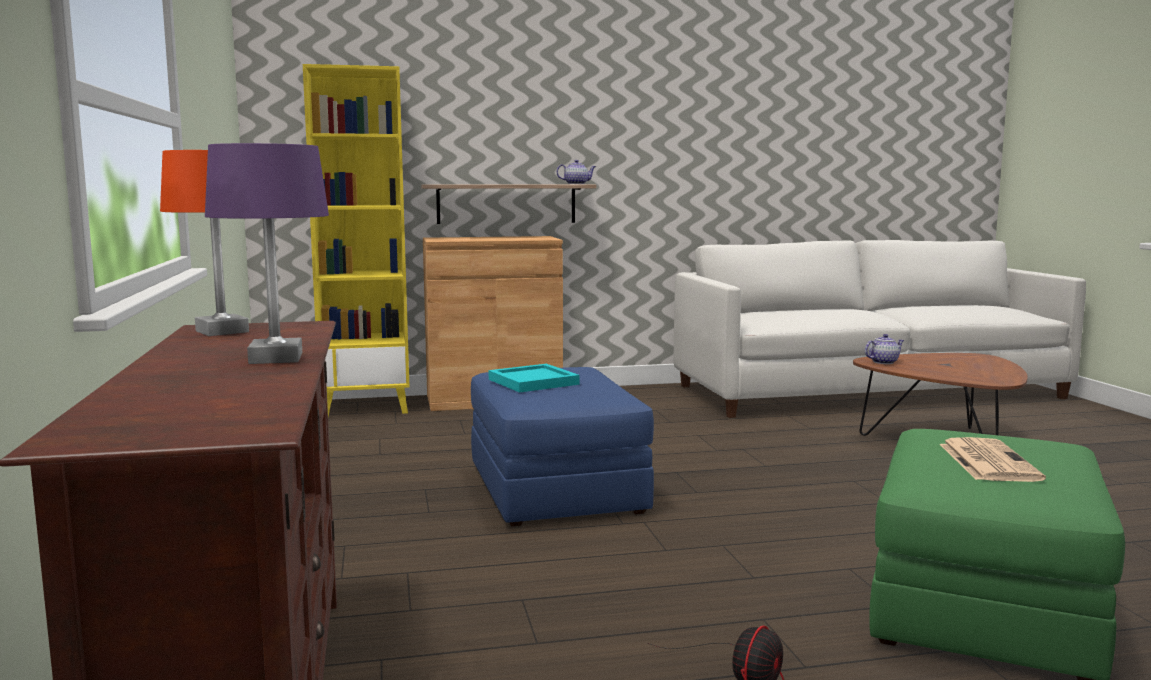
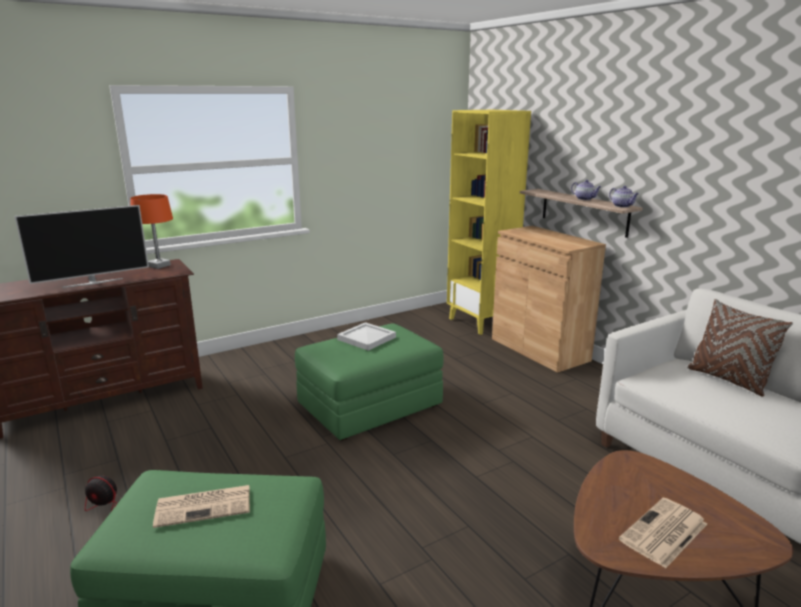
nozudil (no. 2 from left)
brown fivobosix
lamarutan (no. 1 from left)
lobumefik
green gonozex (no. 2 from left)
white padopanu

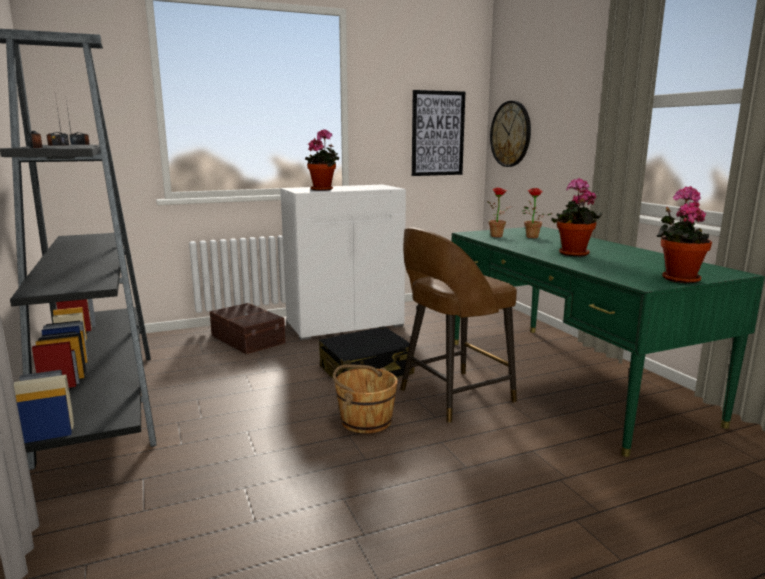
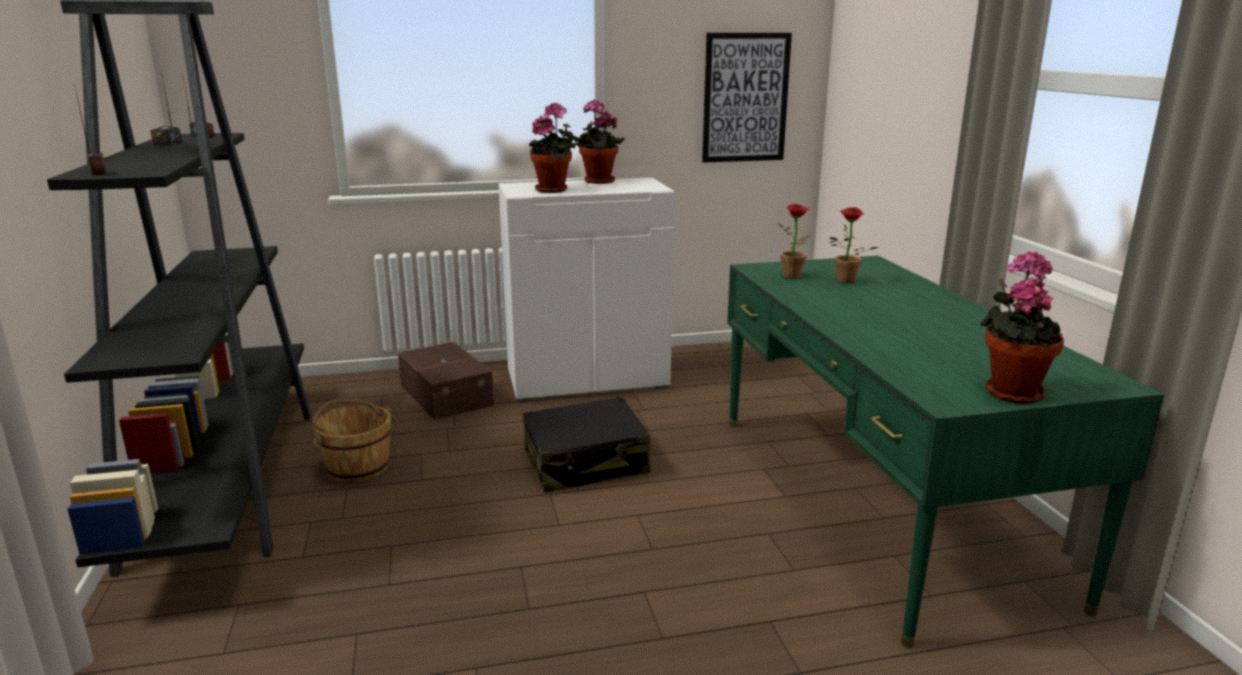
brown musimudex
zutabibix
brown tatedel
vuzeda (no. 2 from left)

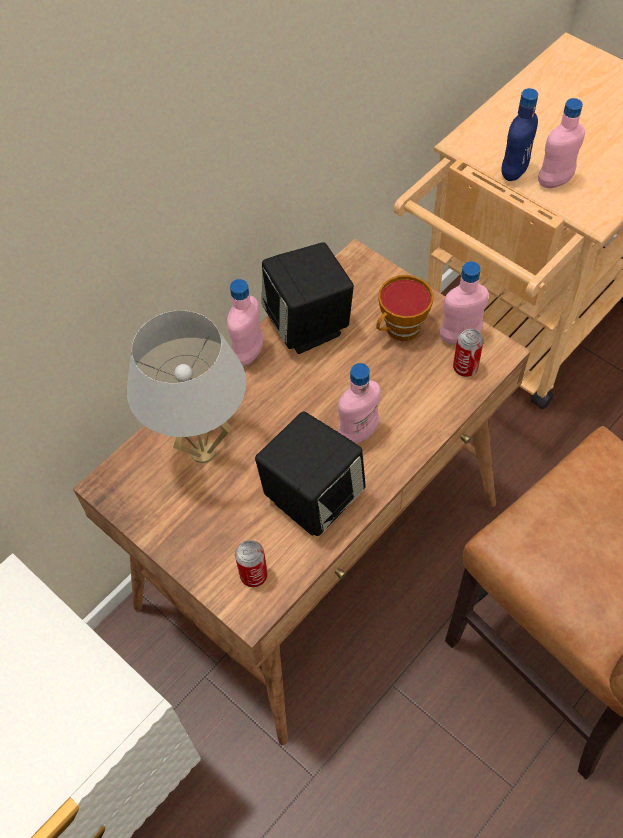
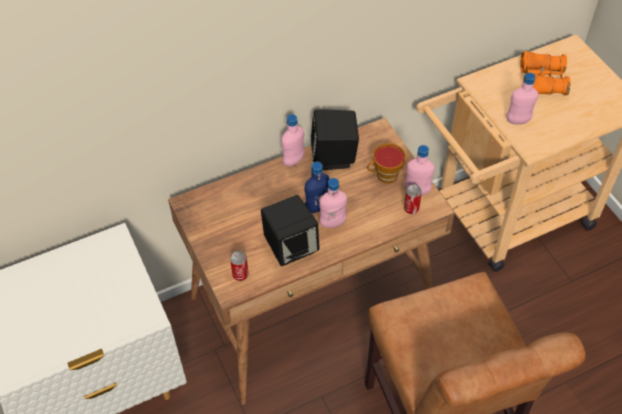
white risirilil
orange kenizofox
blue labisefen

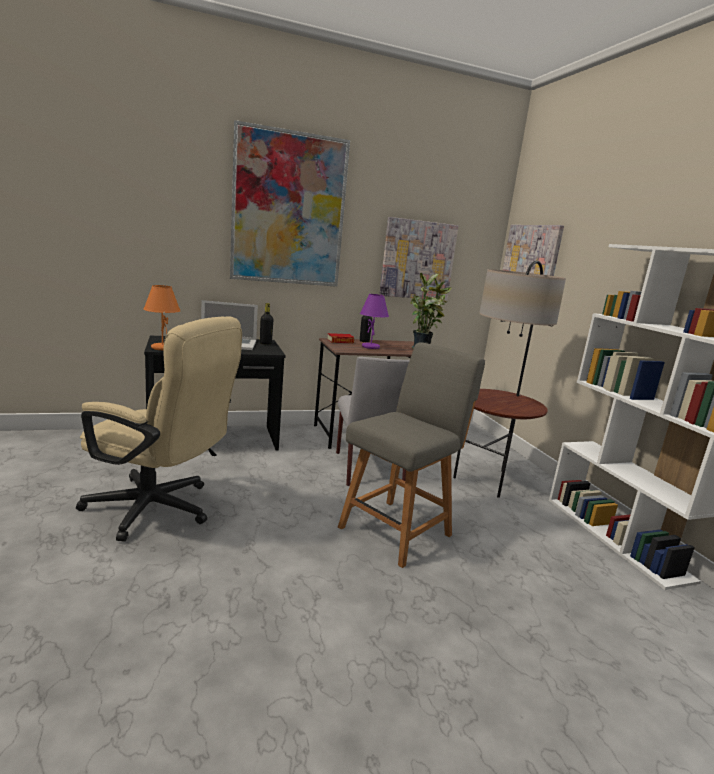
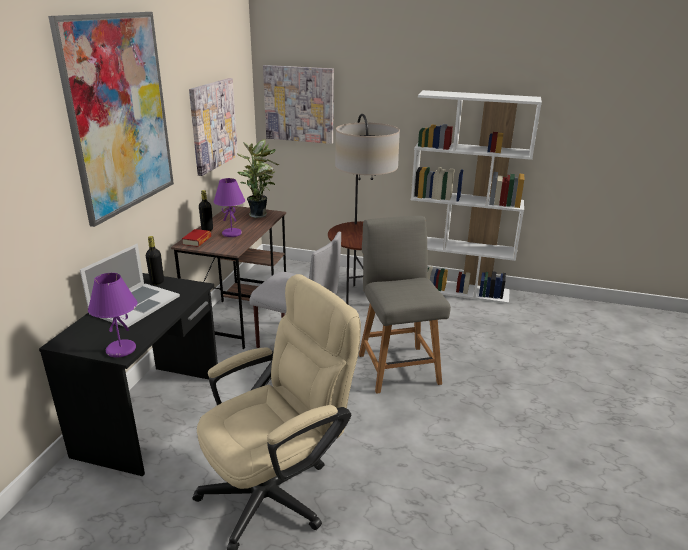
purple risirilil (no. 1 from left)

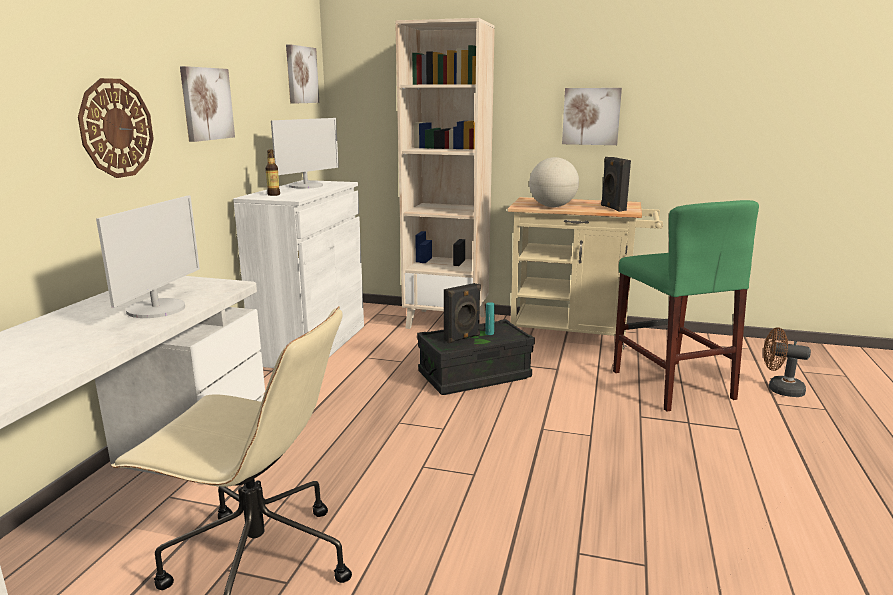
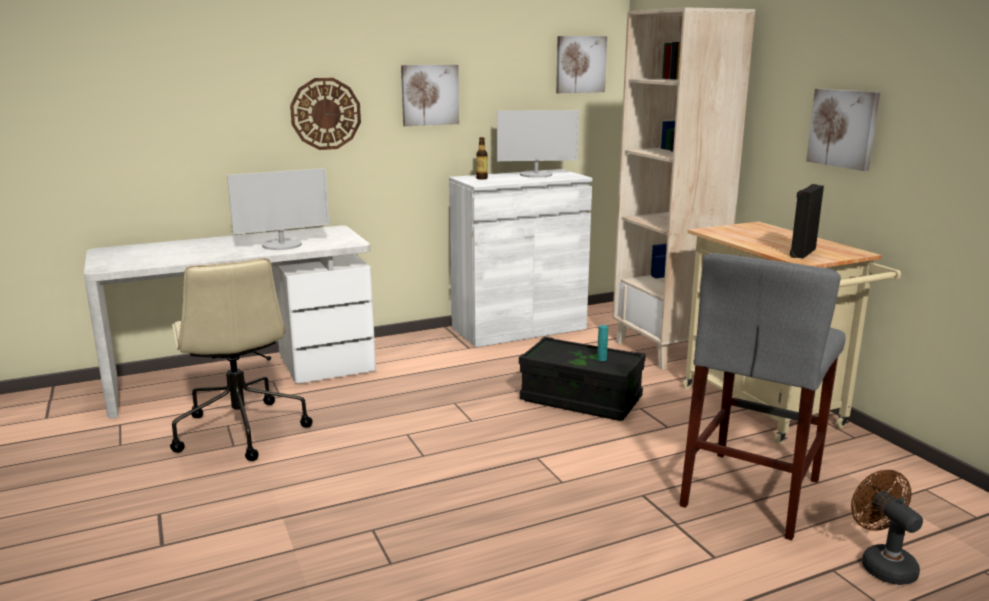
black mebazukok (no. 1 from left in the first image)
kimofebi
grey musimudex

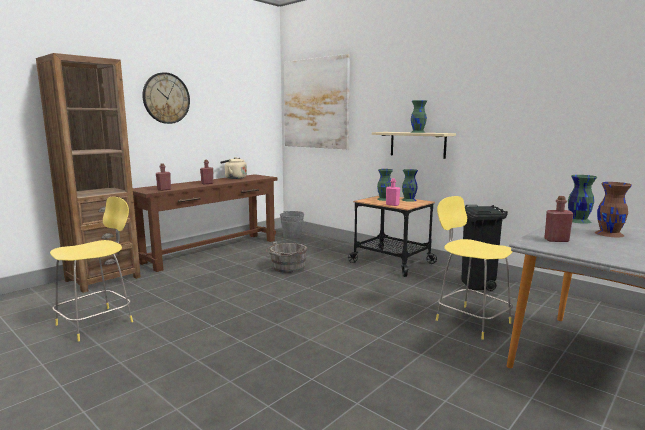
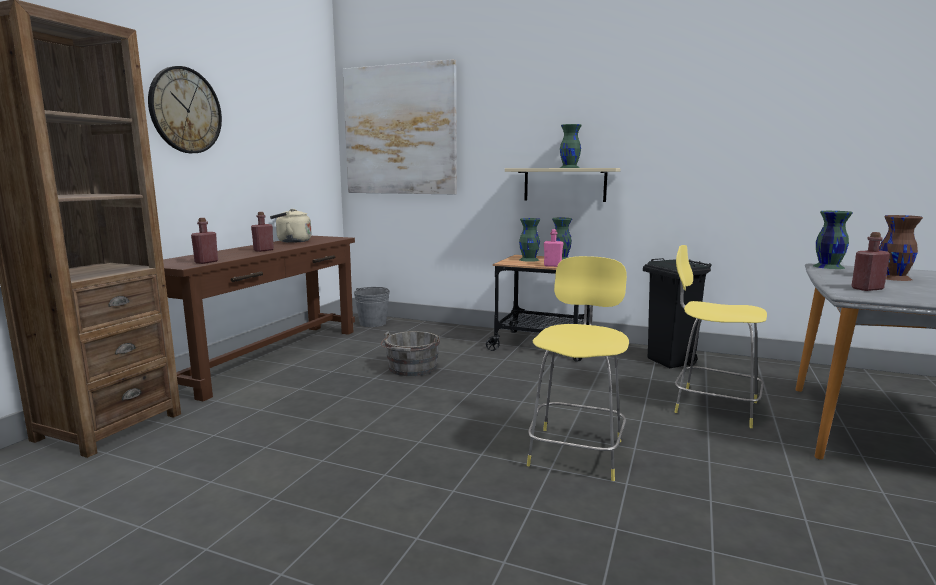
yellow musimudex (no. 1 from left)

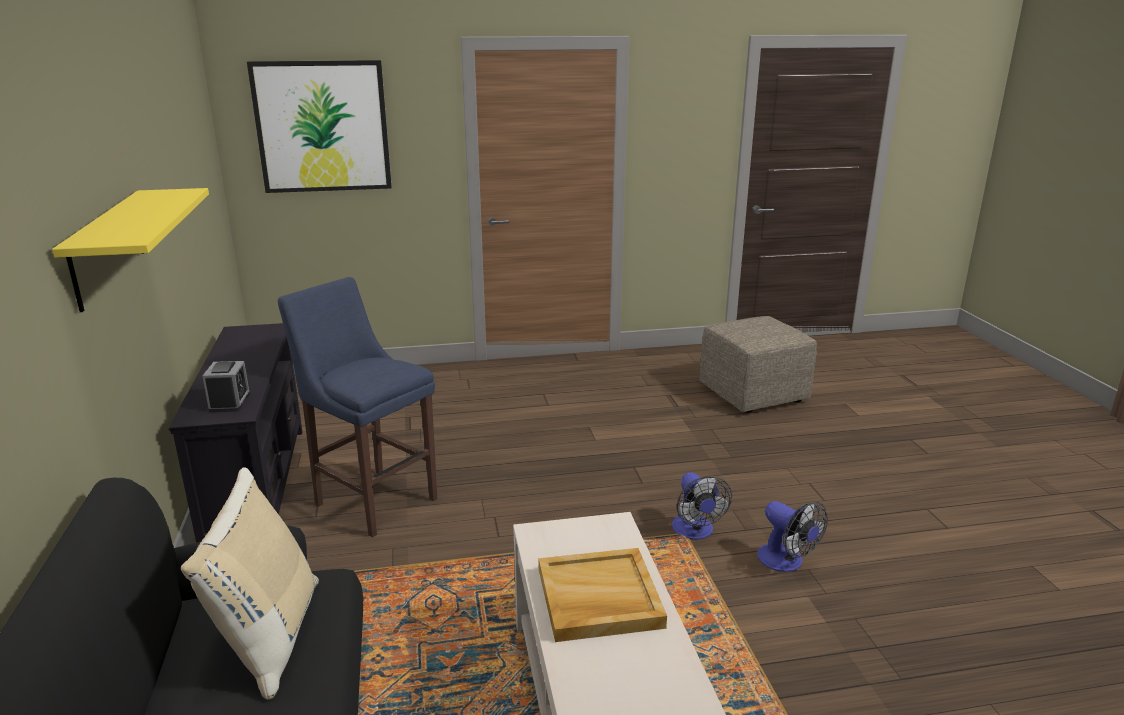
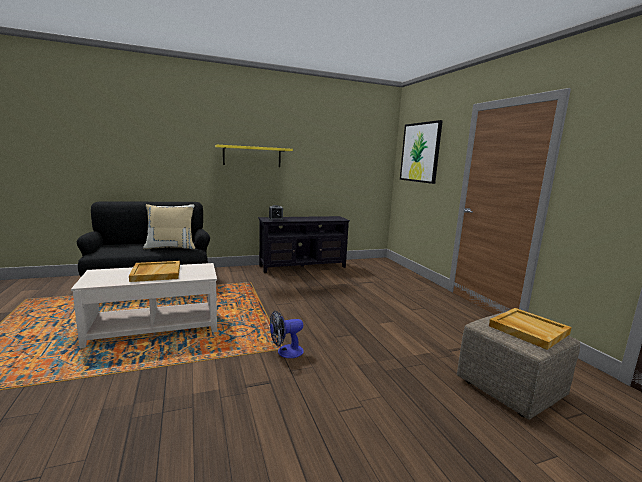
blue musimudex
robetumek (no. 2 from left in the first image)
beige padopanu (no. 2 from left)

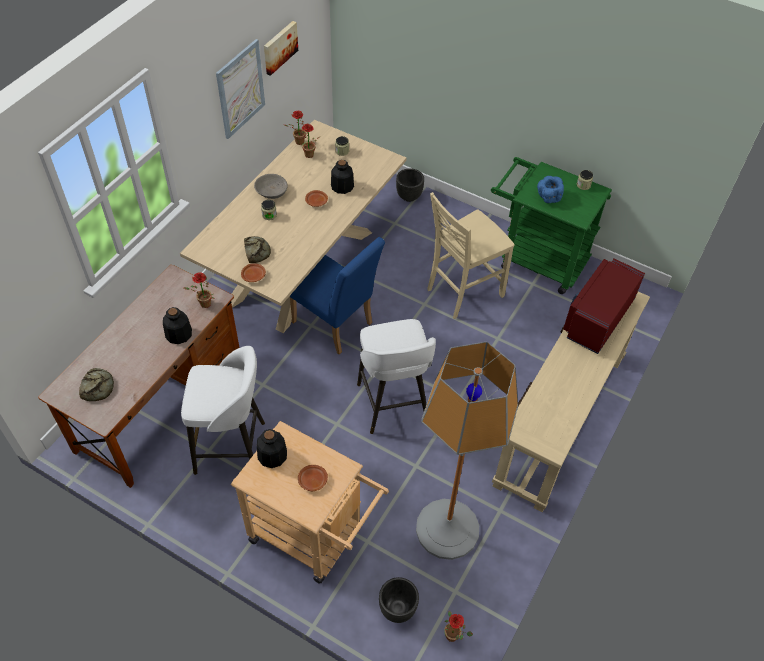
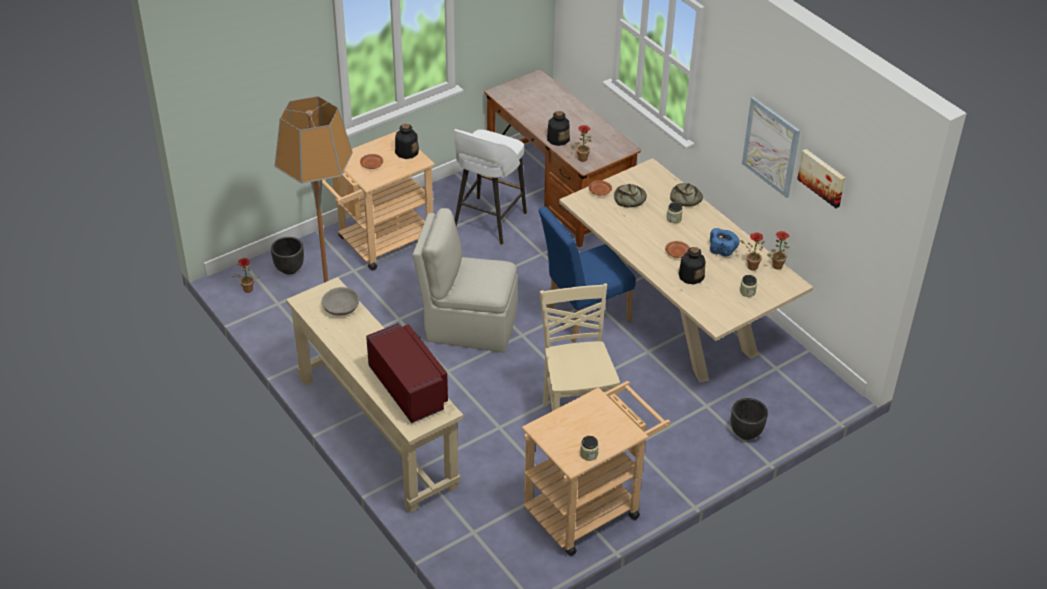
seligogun (no. 2 from left)
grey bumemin
blue bumemin
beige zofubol (no. 1 from left)
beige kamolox (no. 2 from left)

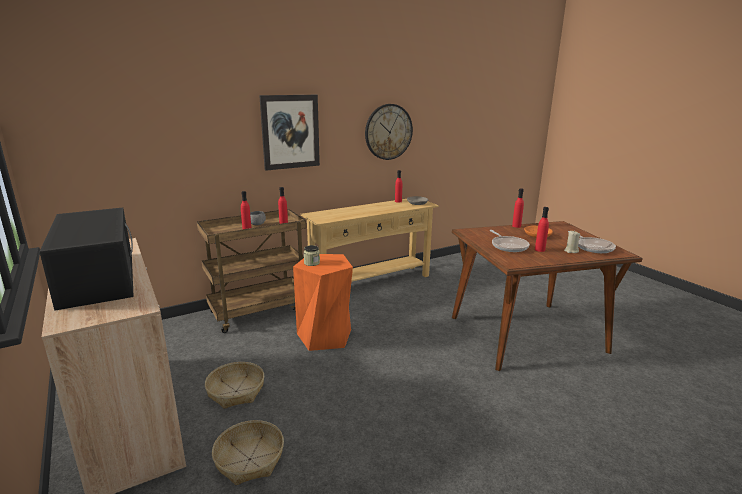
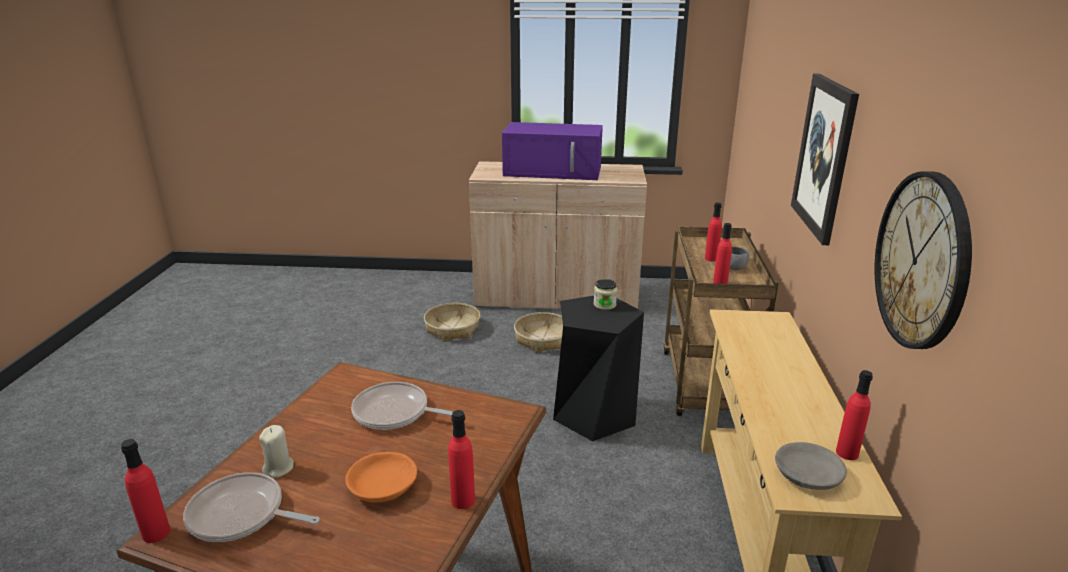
red labisefen (no. 1 from left)
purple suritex
black musimudex

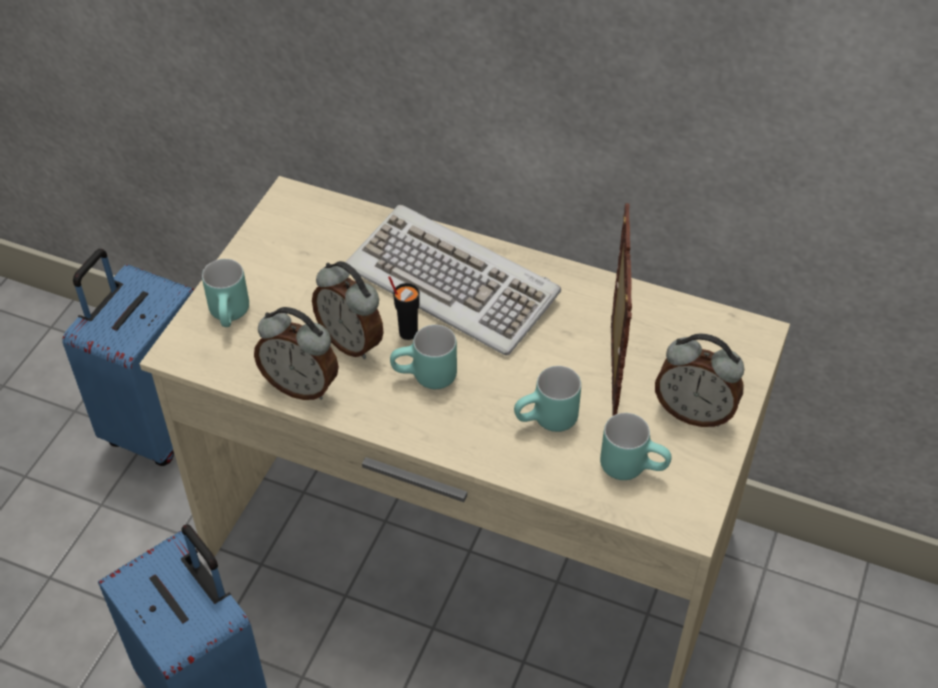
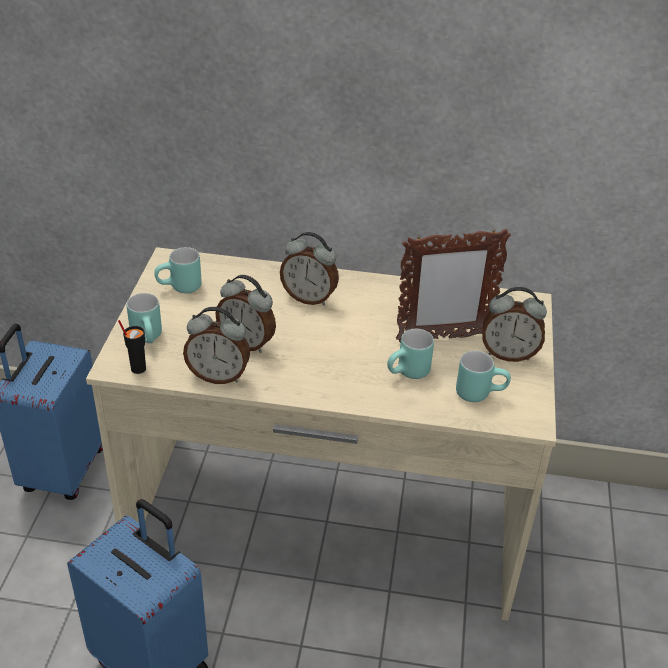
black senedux
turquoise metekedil (no. 2 from left)
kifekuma (no. 3 from left)
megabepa

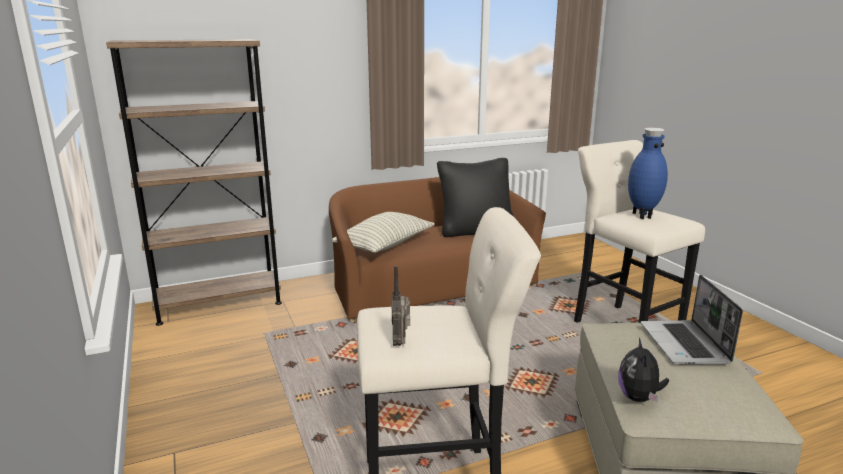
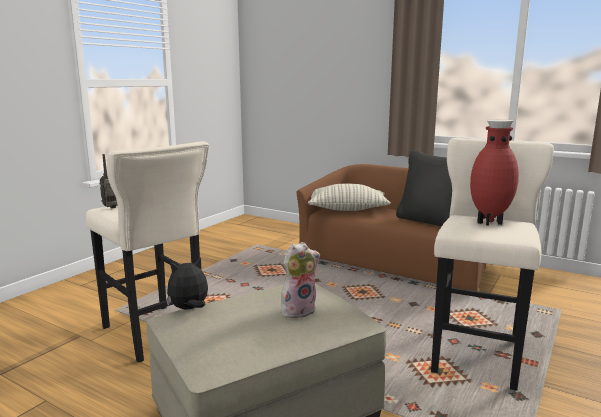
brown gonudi
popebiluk (no. 2 from left)
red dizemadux

